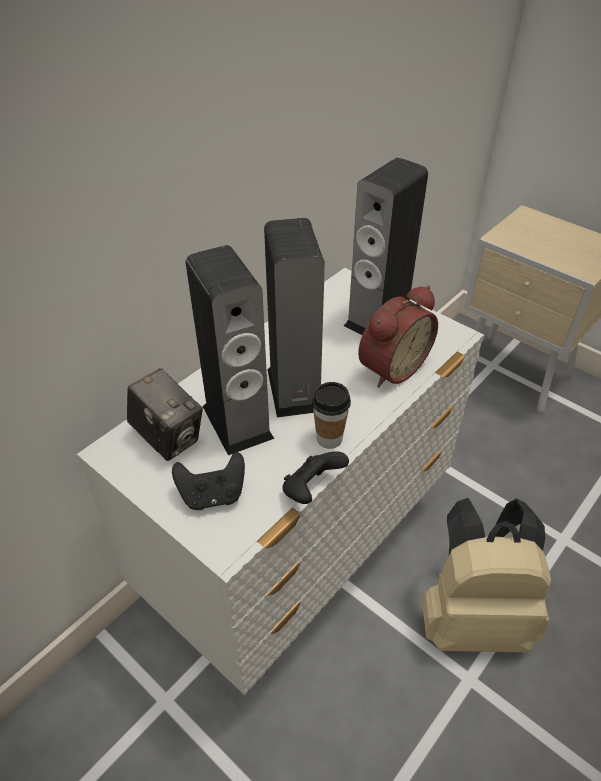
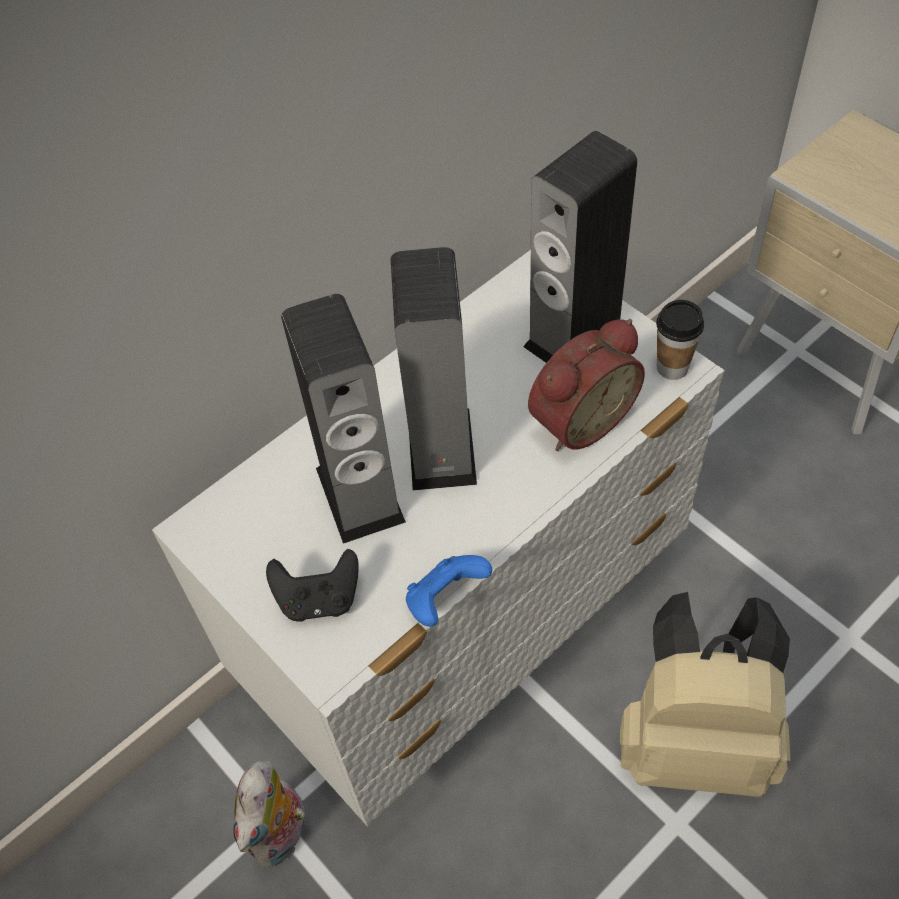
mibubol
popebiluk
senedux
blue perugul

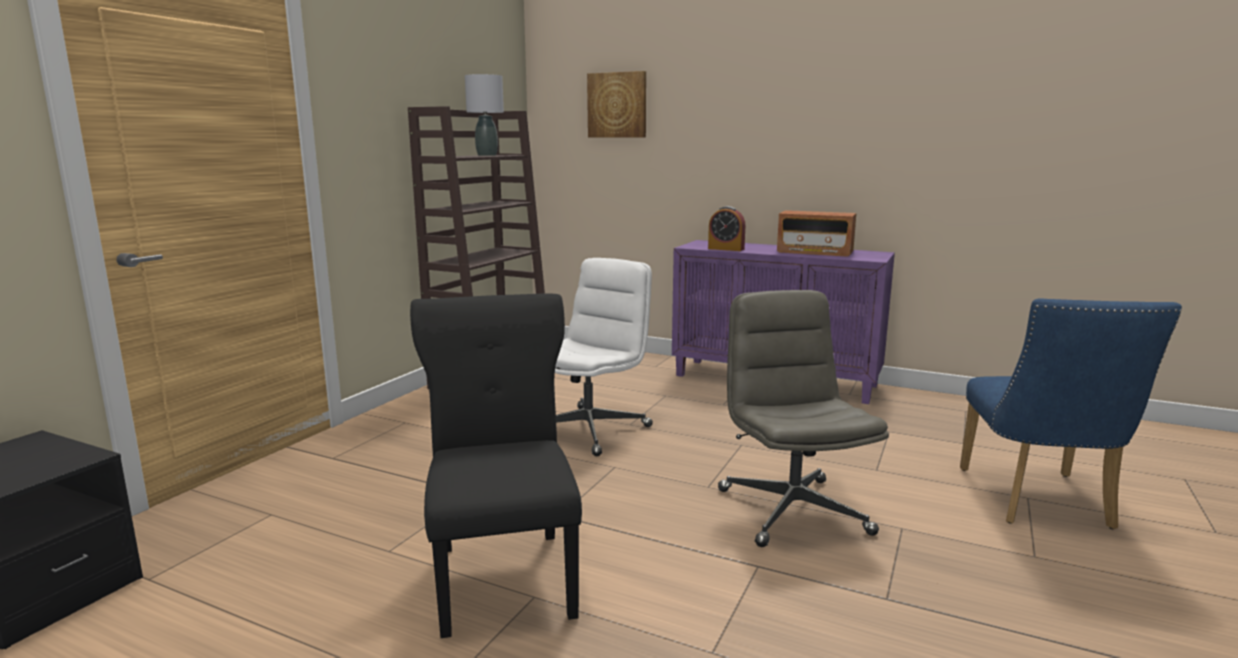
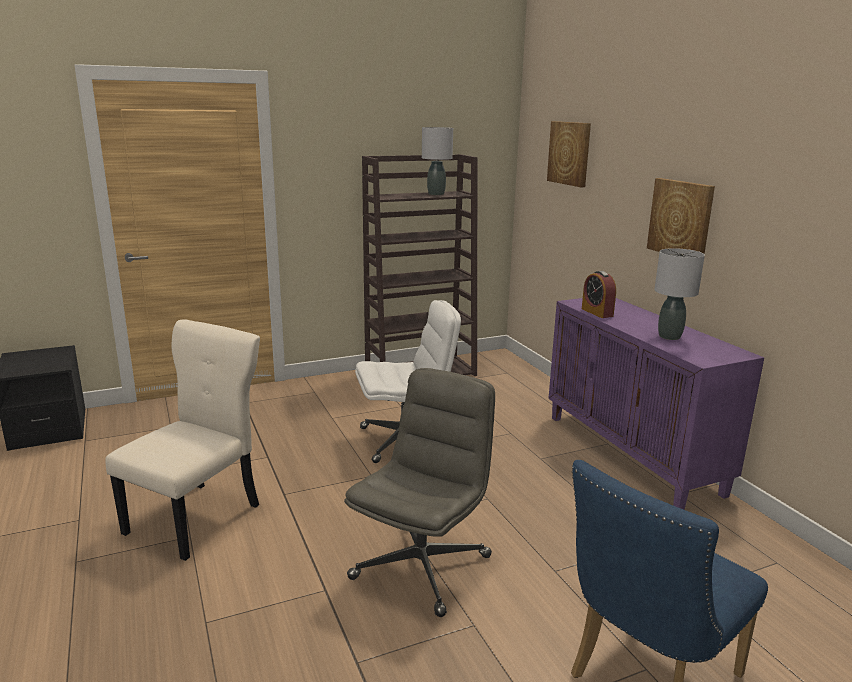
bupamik (no. 2 from left)
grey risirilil (no. 2 from left)
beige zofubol

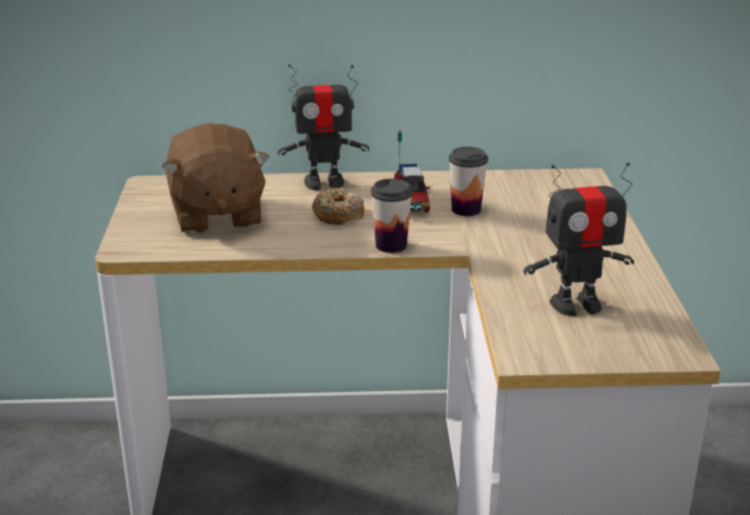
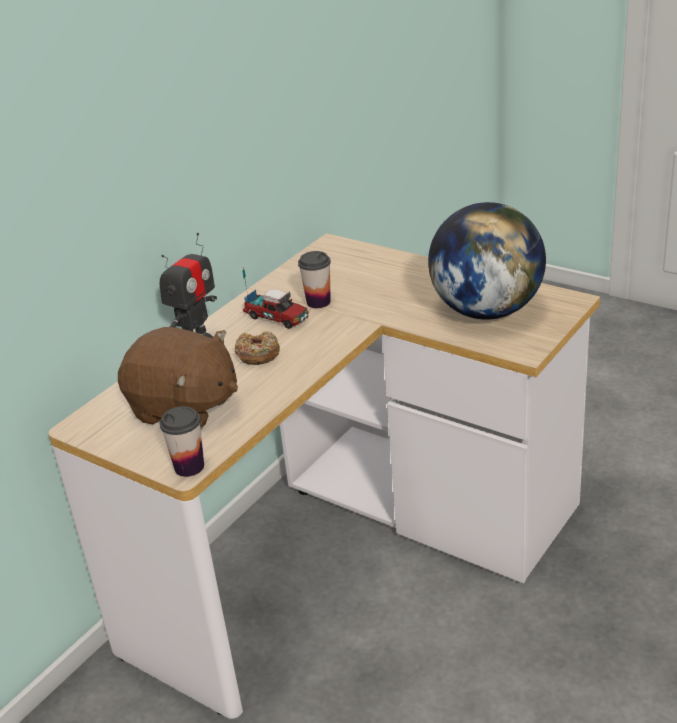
senedux (no. 1 from left)
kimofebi

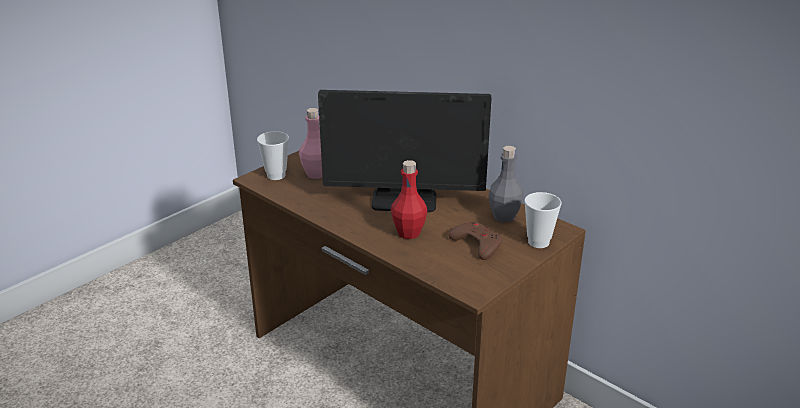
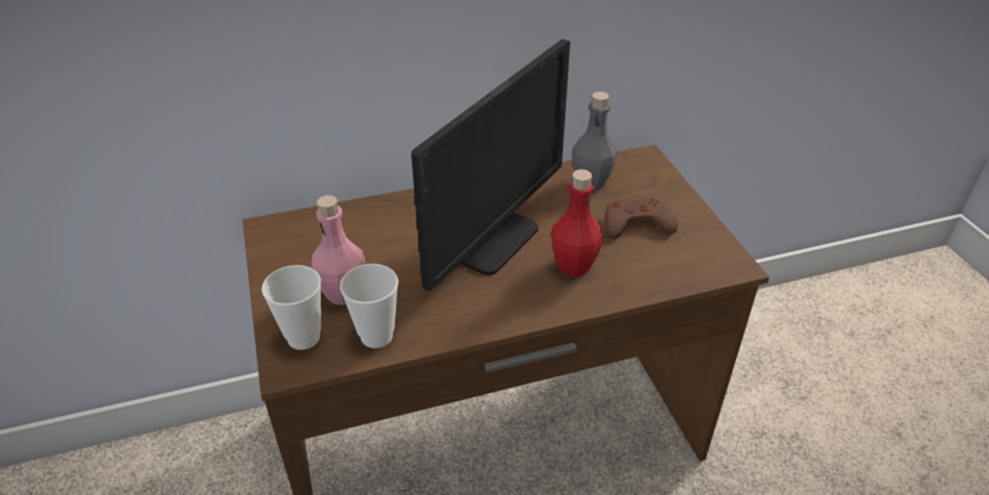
senedux (no. 2 from left)

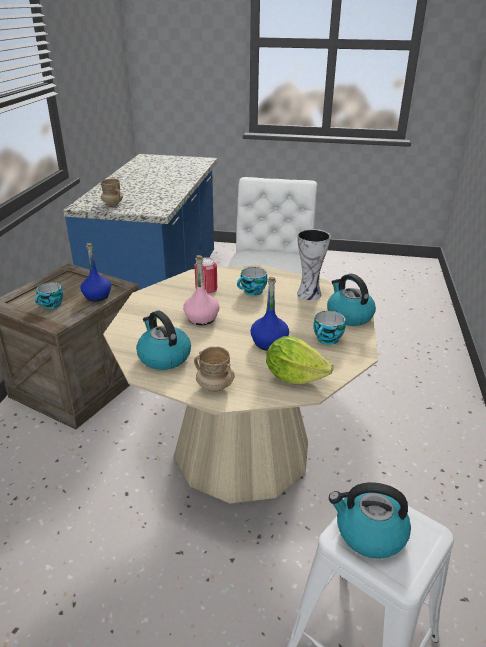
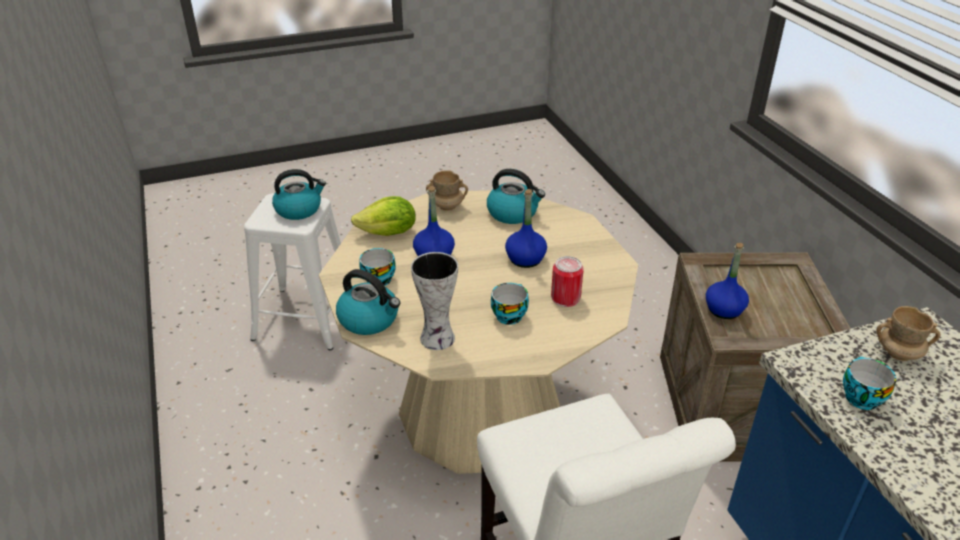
senedux (no. 3 from left)
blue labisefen (no. 2 from left)

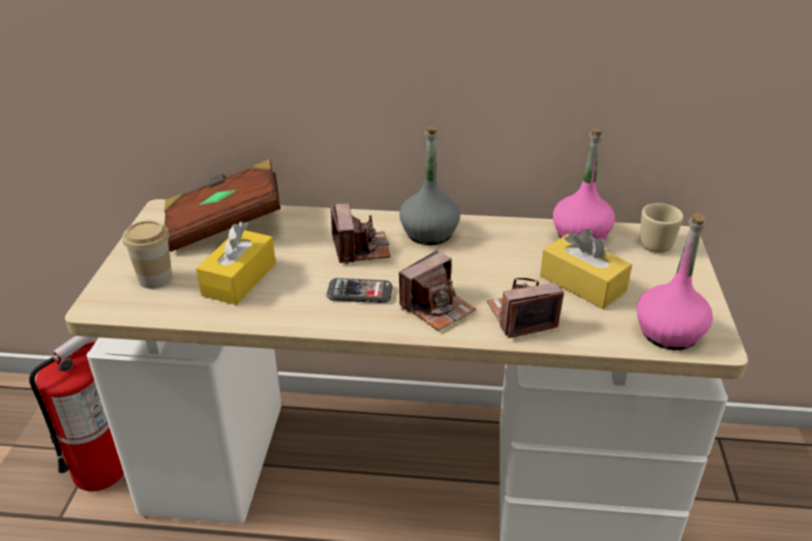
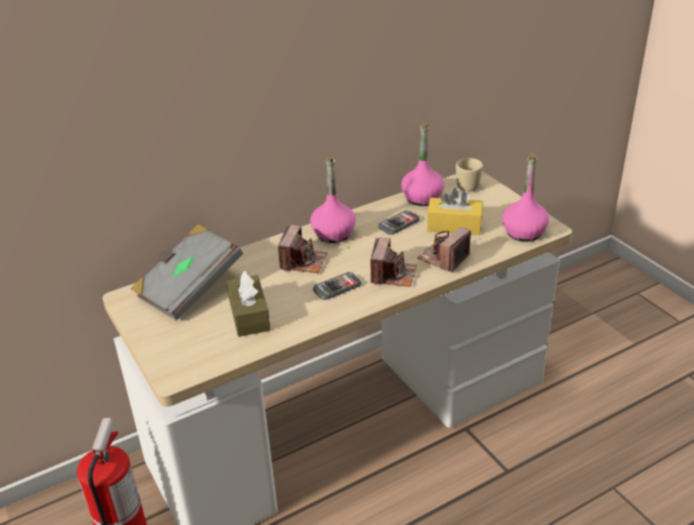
senedux
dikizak (no. 2 from left)
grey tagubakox
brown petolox
pink labisefen (no. 1 from left)
mibubol (no. 1 from left)

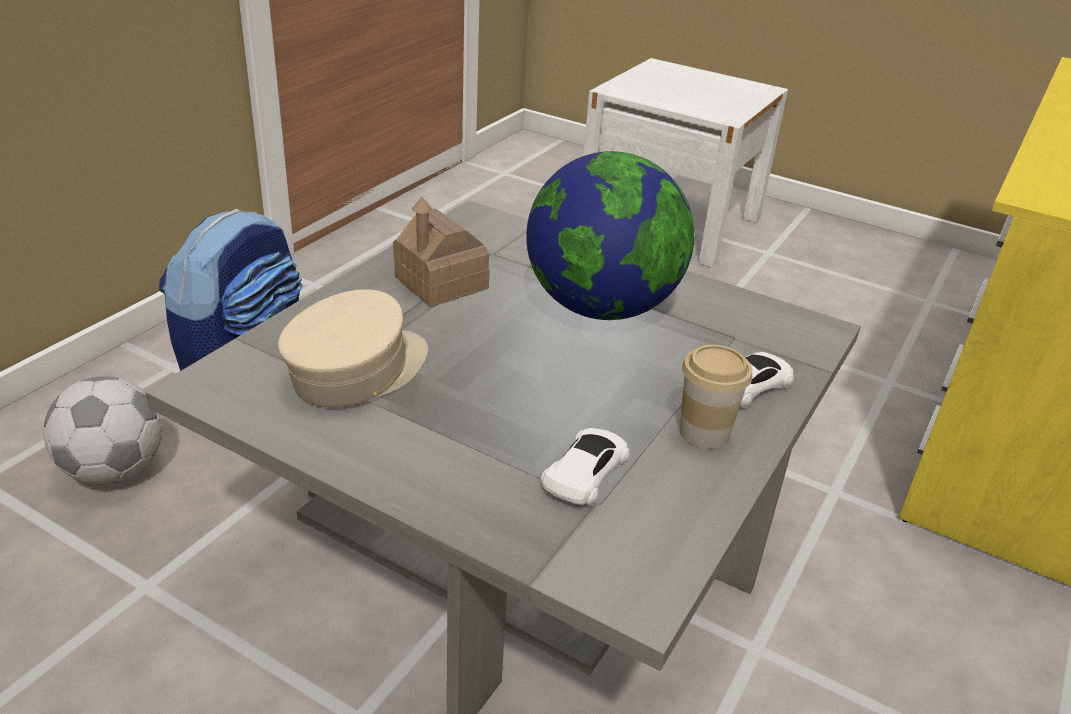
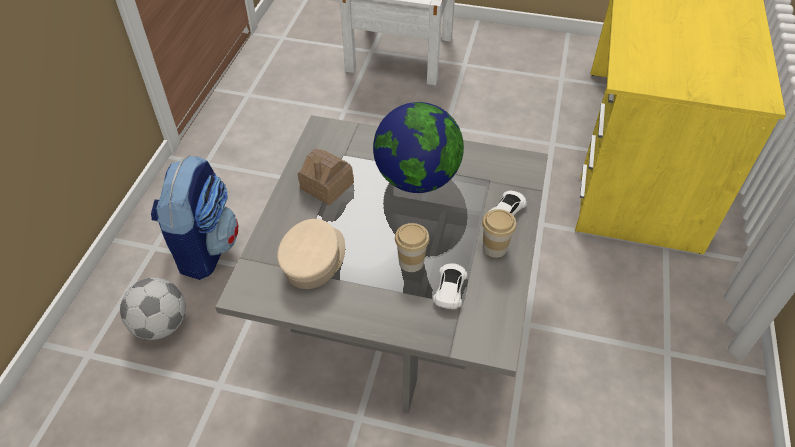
senedux (no. 1 from left)

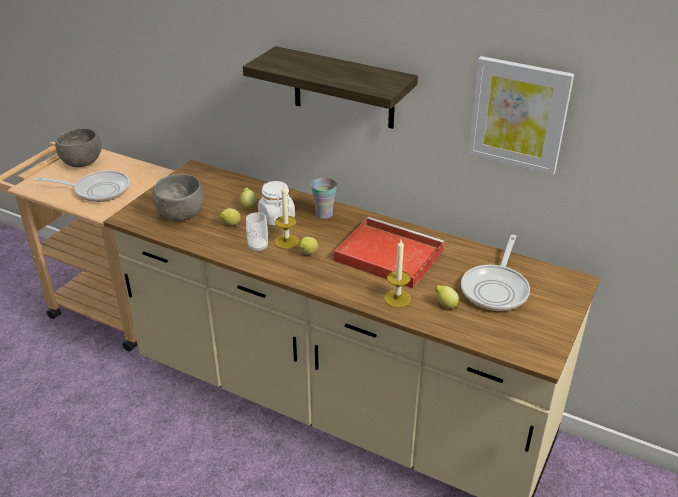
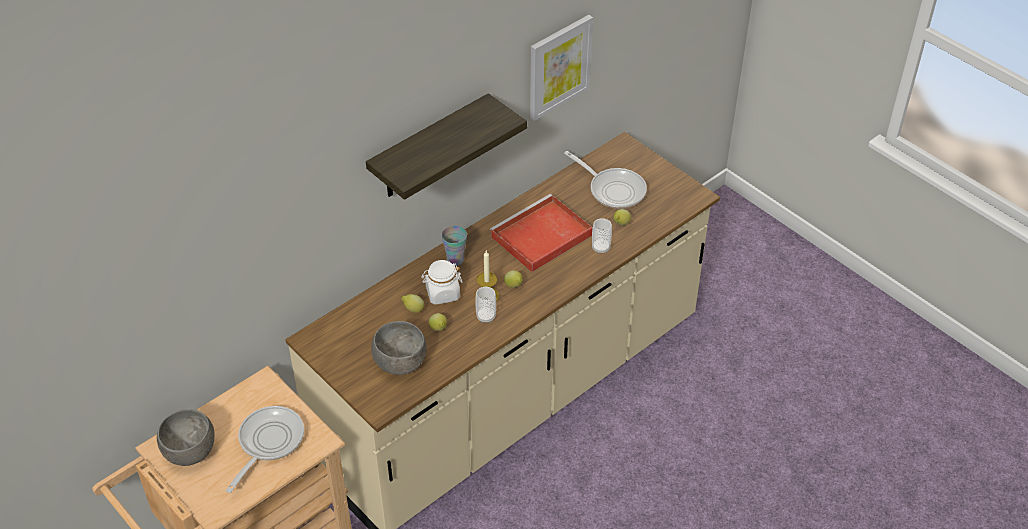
senedux (no. 3 from left)

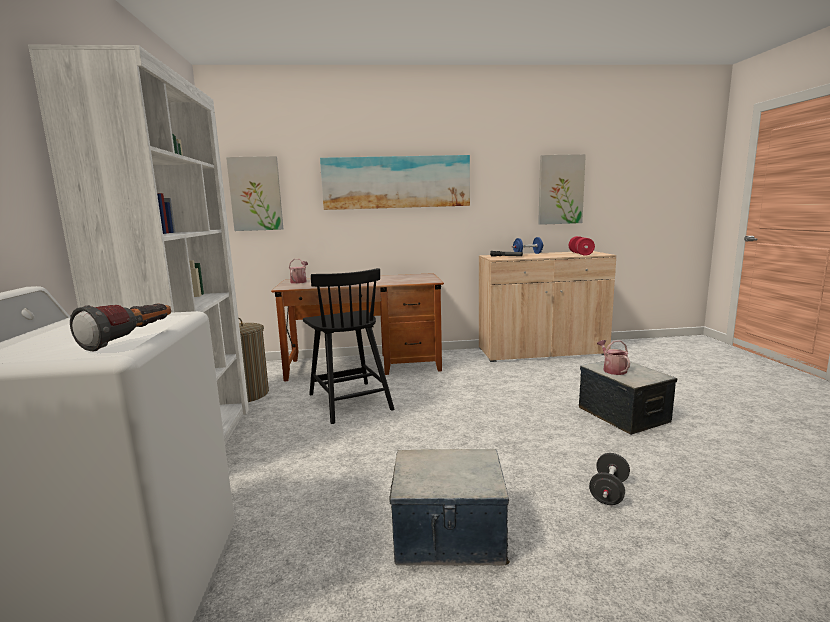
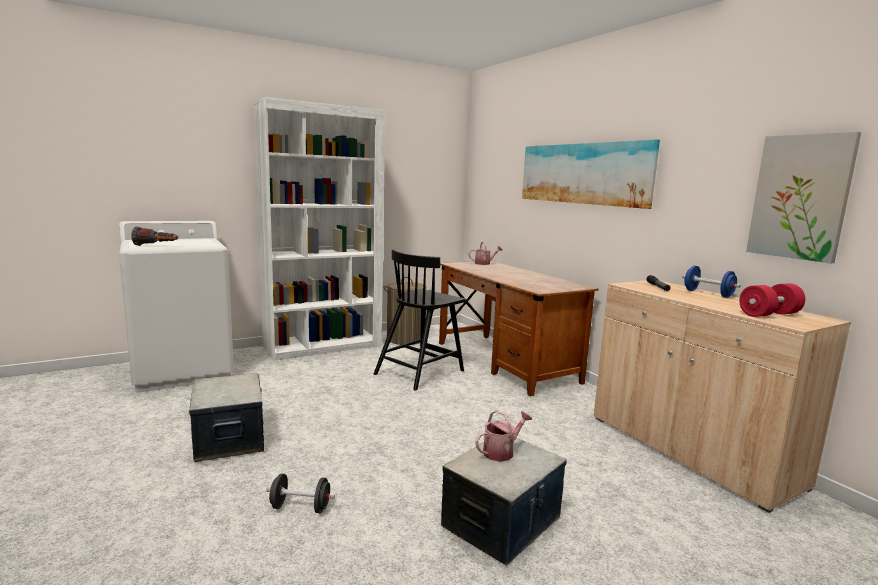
bupamik (no. 1 from left in the first image)

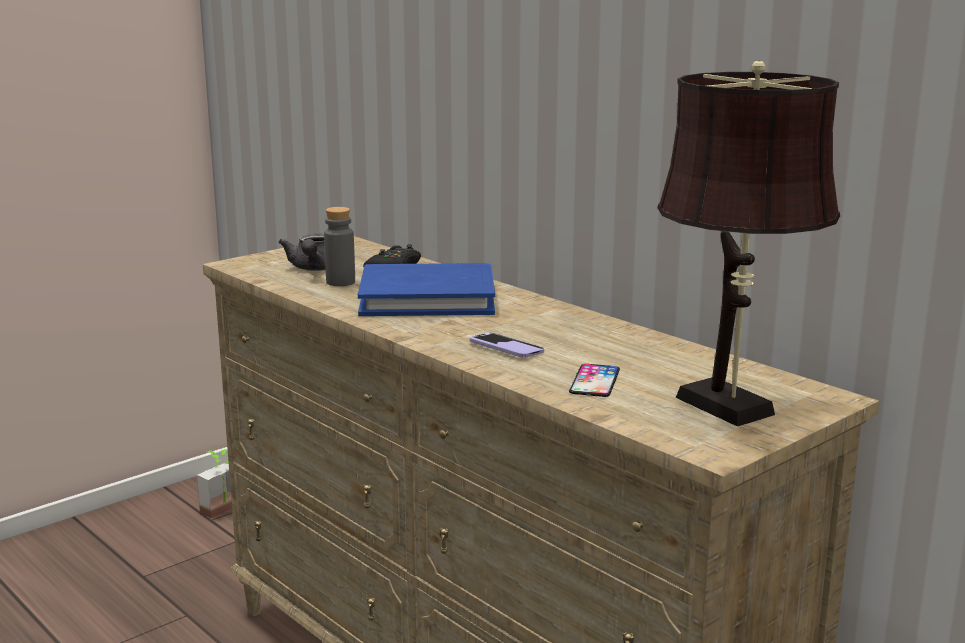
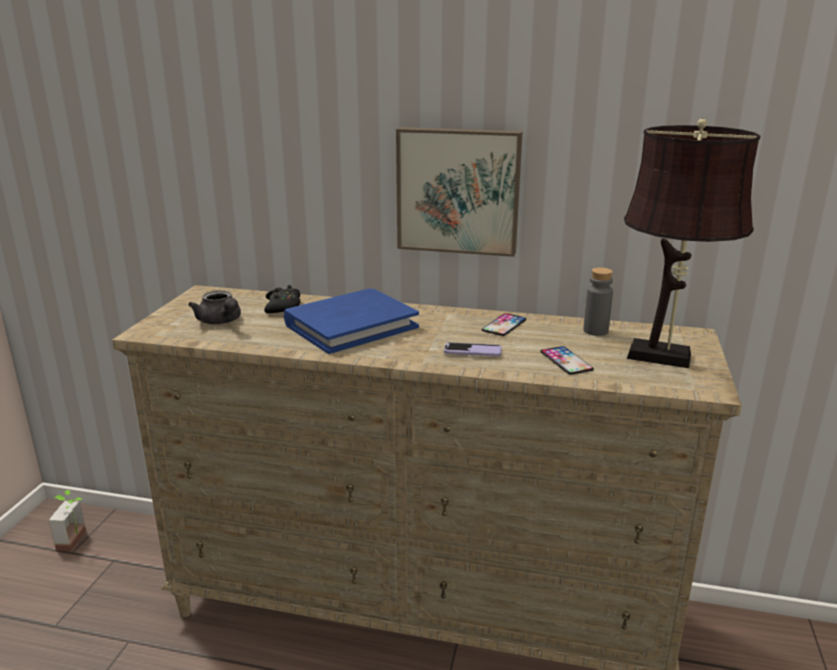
bupamik
dikizak (no. 2 from left)
grey labisefen

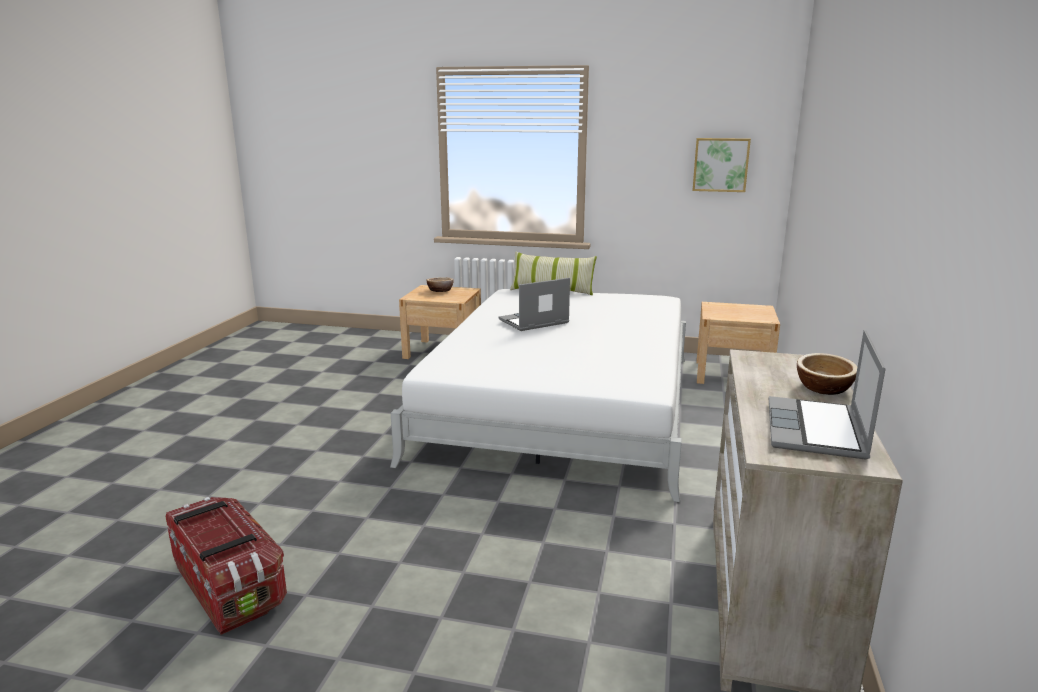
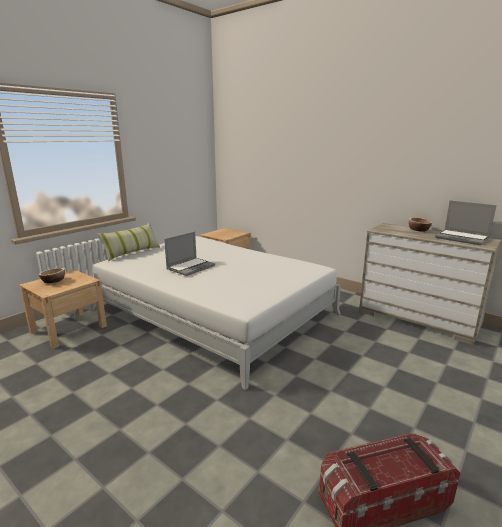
bupamik
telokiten (no. 1 from left)

